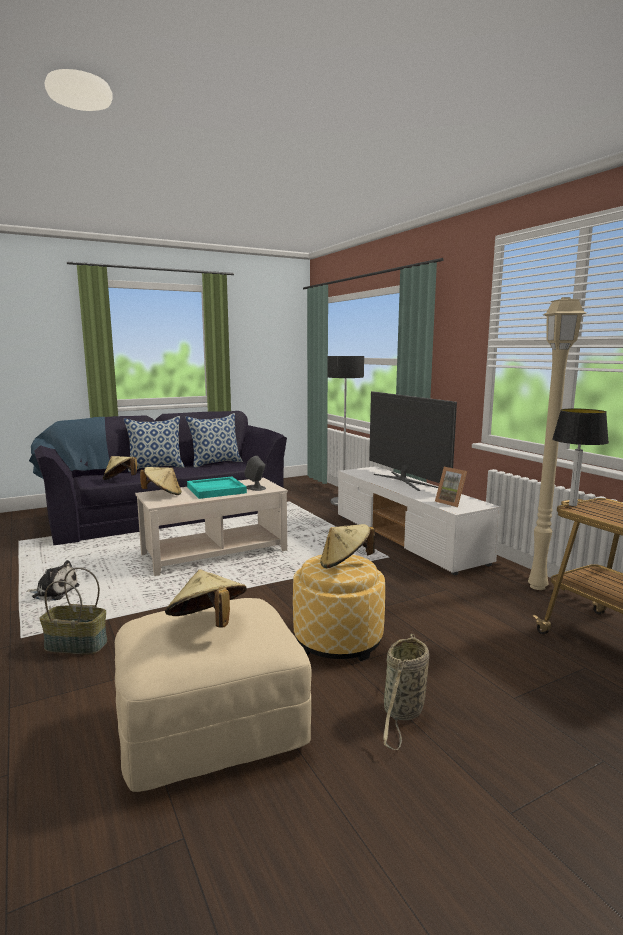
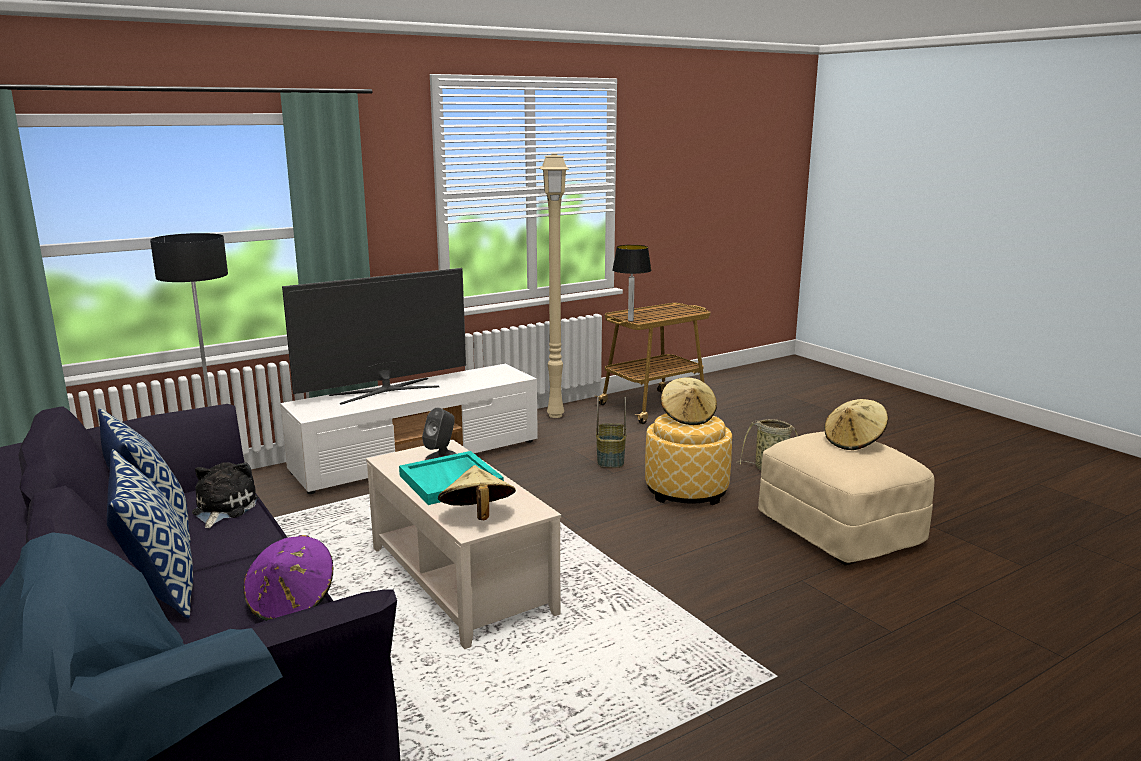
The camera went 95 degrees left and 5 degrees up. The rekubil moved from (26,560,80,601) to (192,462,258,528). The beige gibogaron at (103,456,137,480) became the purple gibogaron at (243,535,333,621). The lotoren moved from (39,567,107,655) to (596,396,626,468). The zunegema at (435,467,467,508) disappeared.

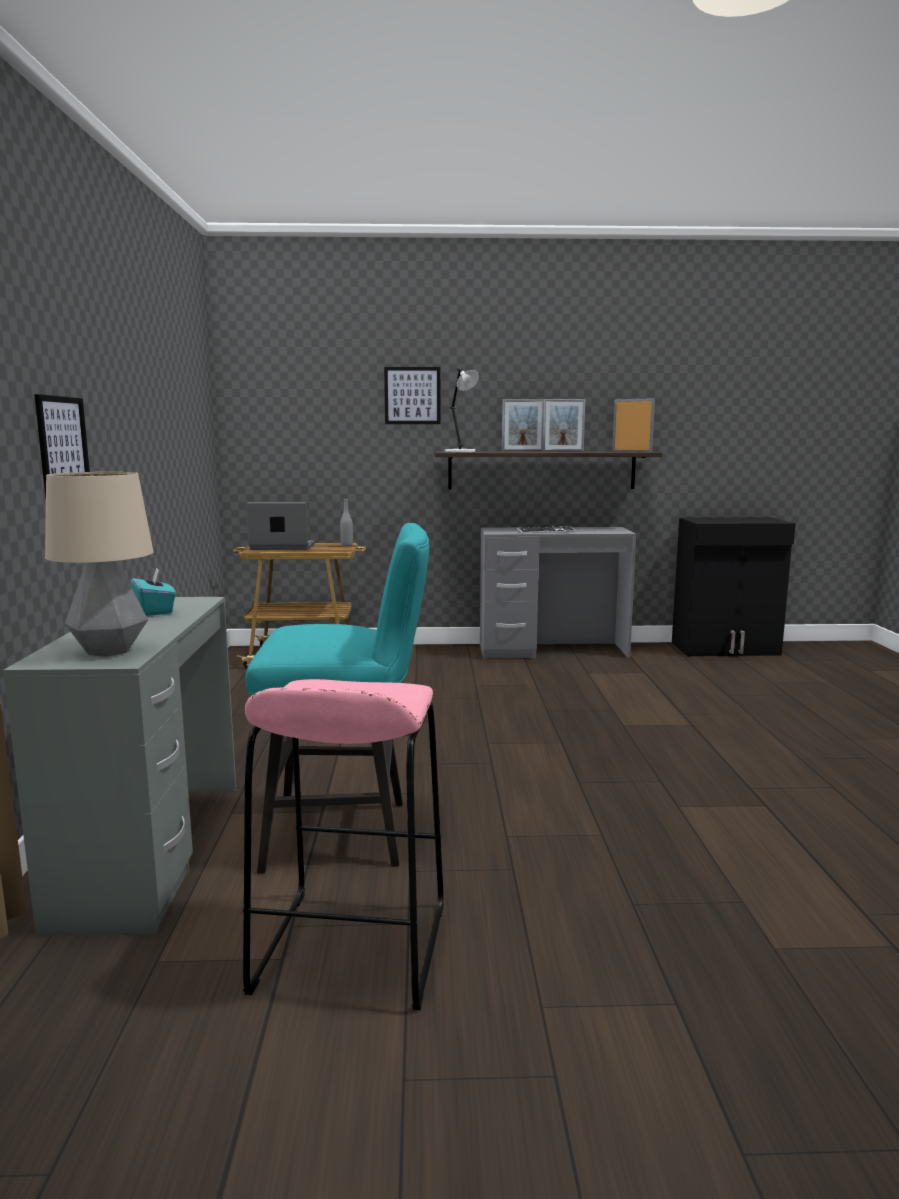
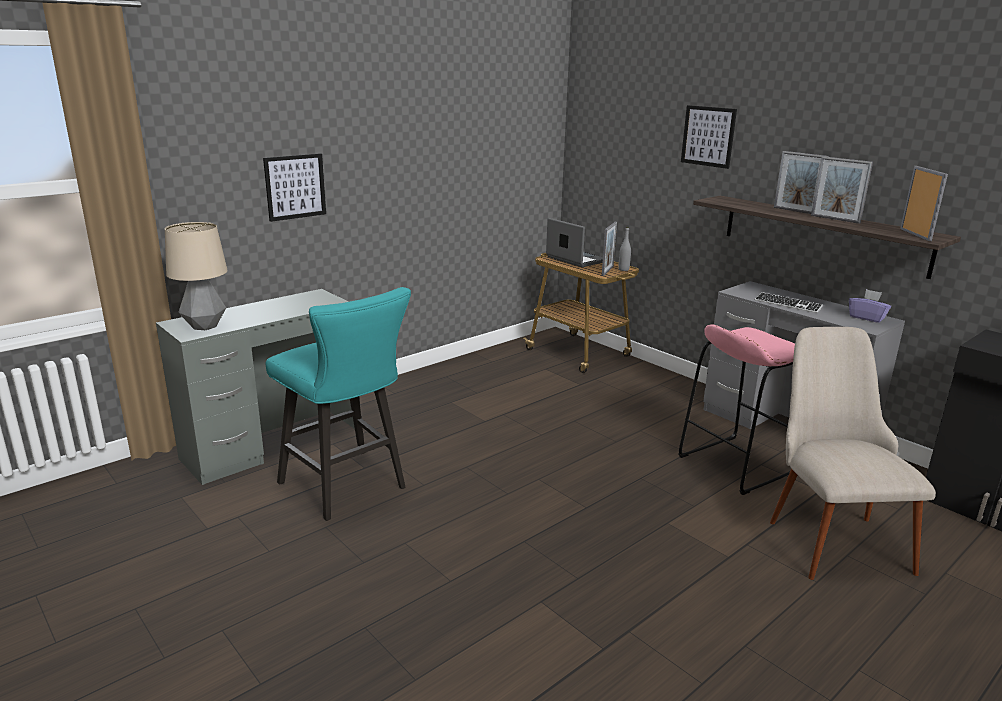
The camera went 50 degrees right and 10 degrees up. The zunegema at (602,222,617,276) appeared. The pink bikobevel moved from (243,679,444,1010) to (678,325,795,495). The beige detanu at (770,327,936,580) appeared. The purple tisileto at (849,289,891,323) appeared. The turquoise tisileto at (131,567,176,616) disappeared. The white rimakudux at (445,368,479,452) disappeared.

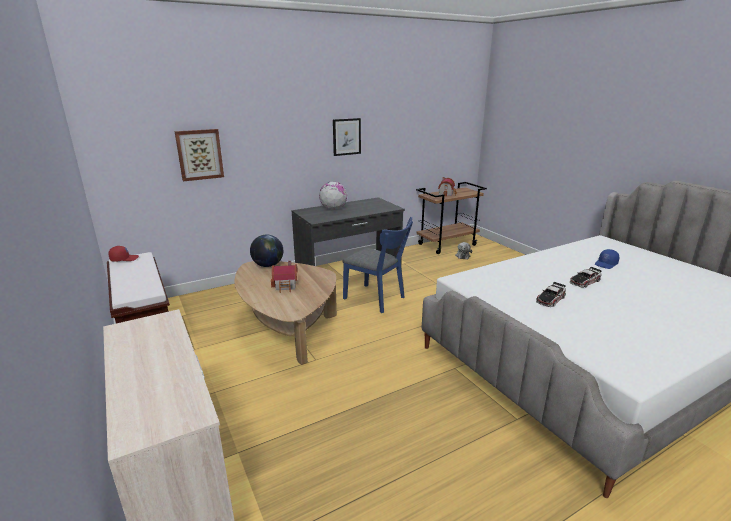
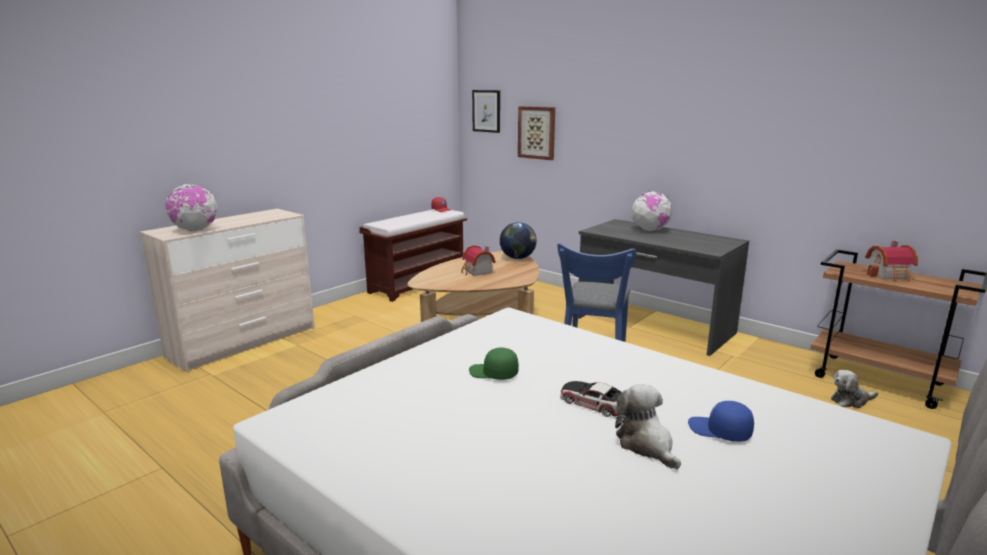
The camera went 70 degrees right and 5 degrees down. The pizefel at (165,184,218,231) appeared. The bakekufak at (536,282,566,307) was replaced by the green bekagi at (469,347,519,380). The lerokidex moved from (333,118,361,156) to (472,90,500,133). The rekubil at (615,384,681,469) appeared.

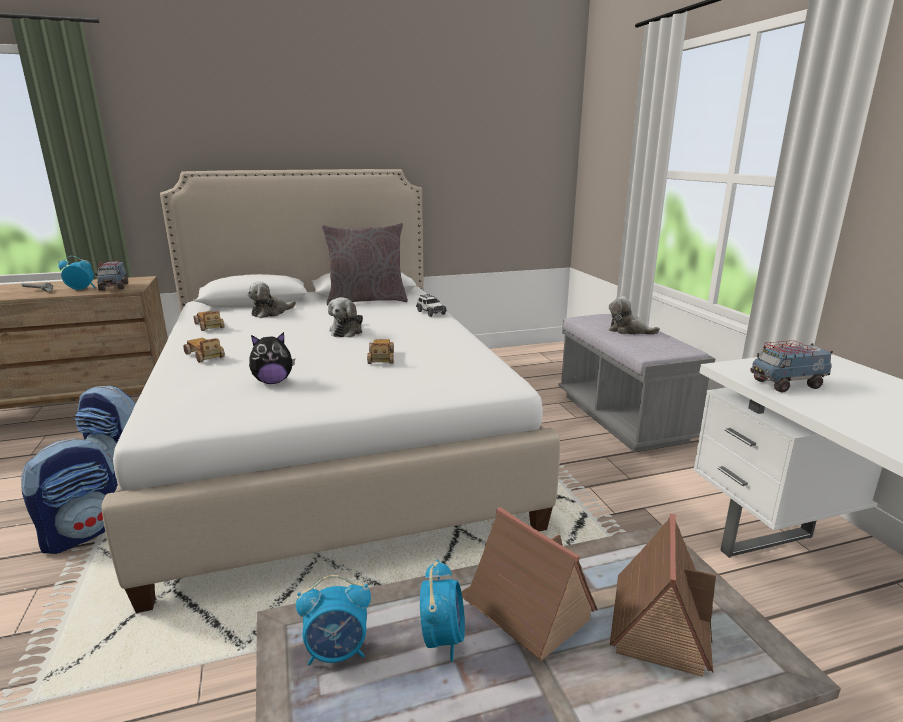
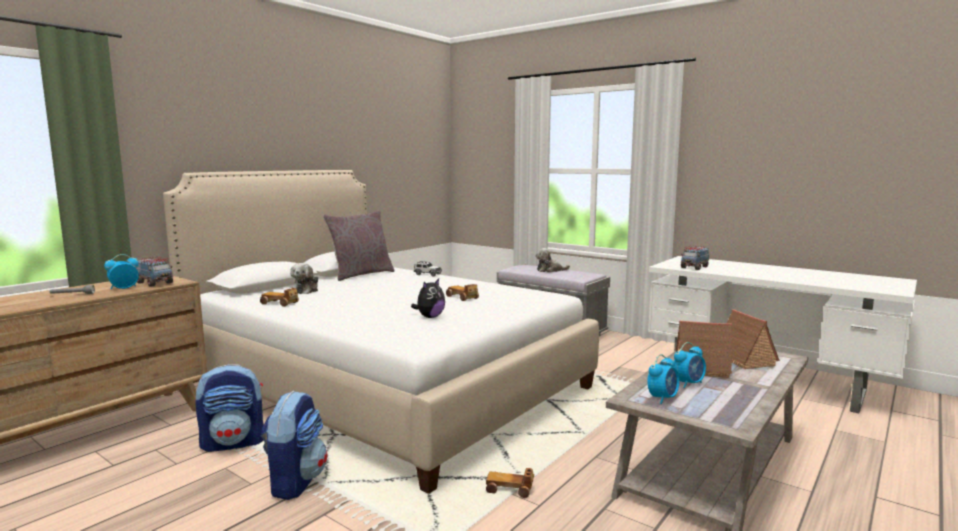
The camera went 35 degrees left and 10 degrees down. The bakekufak moved from (183,338,225,363) to (486,468,534,498). The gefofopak at (420,560,465,662) turned 90 degrees clockwise. The rekubil at (328,297,363,338) disappeared.

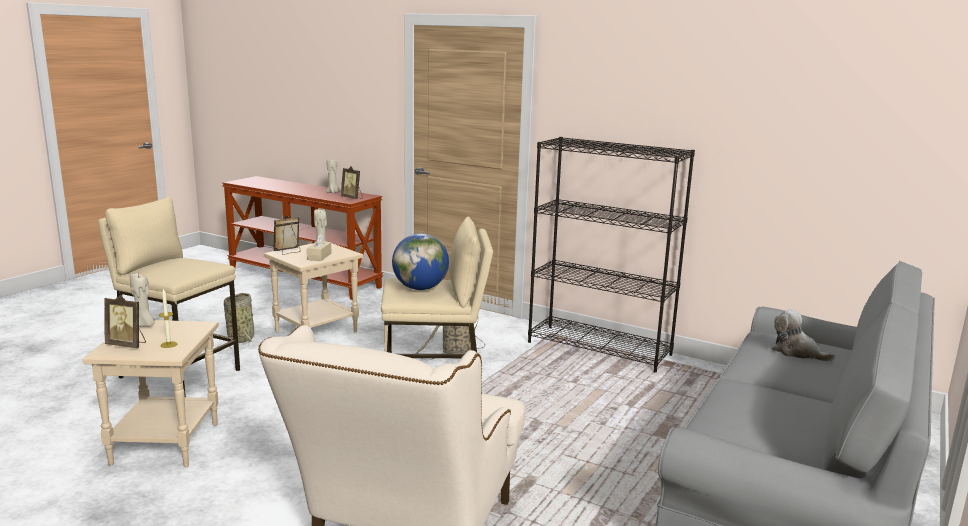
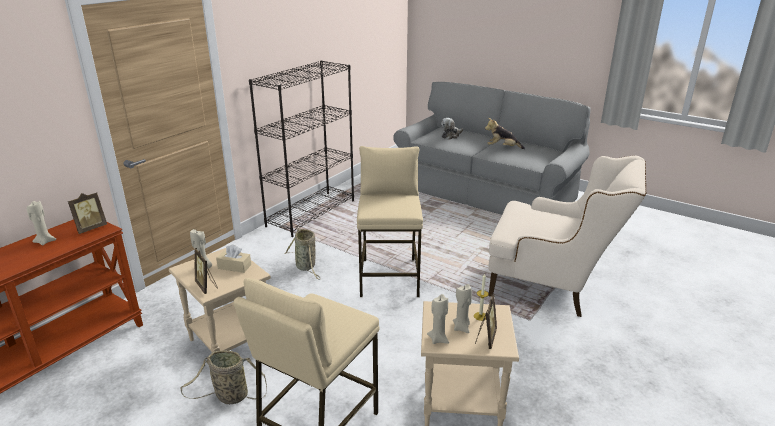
The camera went 85 degrees left and 10 degrees up. The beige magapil at (453,284,472,333) appeared. The rekubil at (485,118,525,149) appeared. The pizefel at (392,233,449,290) disappeared.

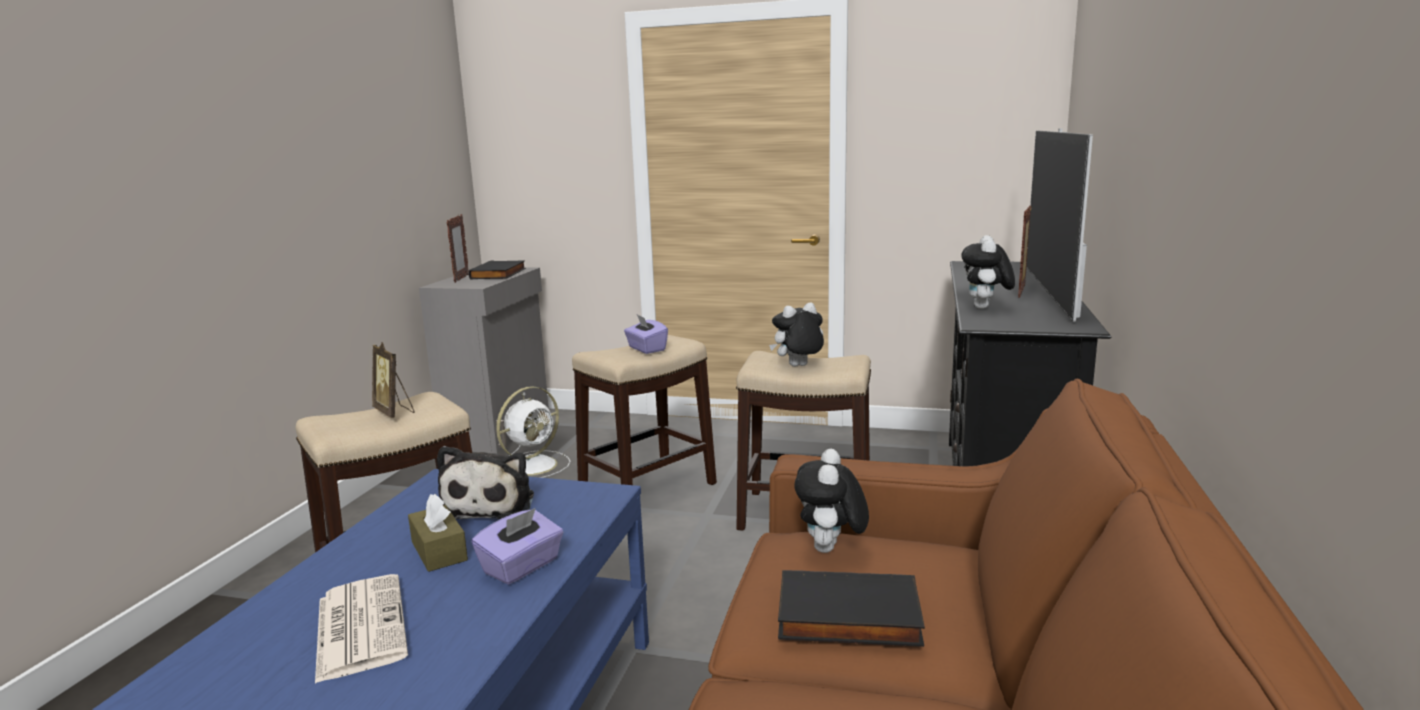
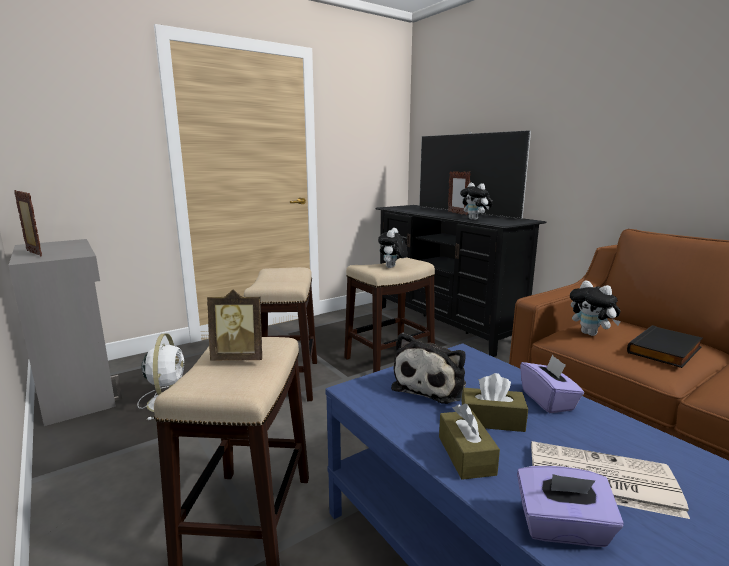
The camera went 50 degrees left and 0 degrees up. The rekubil at (437,446,534,519) turned 75 degrees clockwise. The brown tisileto at (439,403,500,480) appeared. The purple tisileto moved from (624,315,668,354) to (517,466,624,547). The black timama at (469,260,526,279) disappeared.

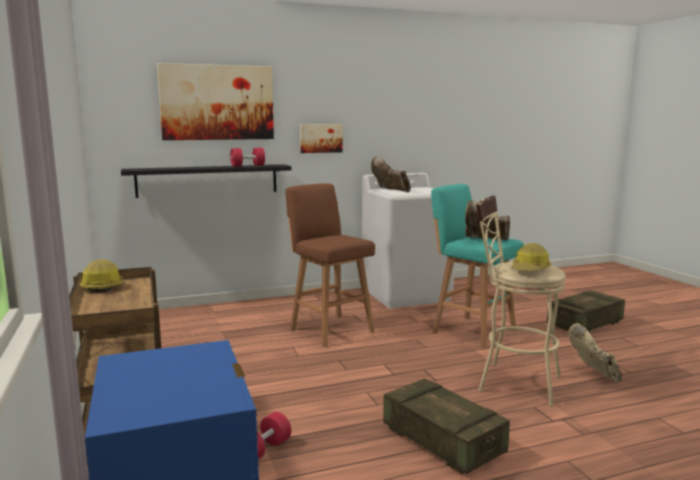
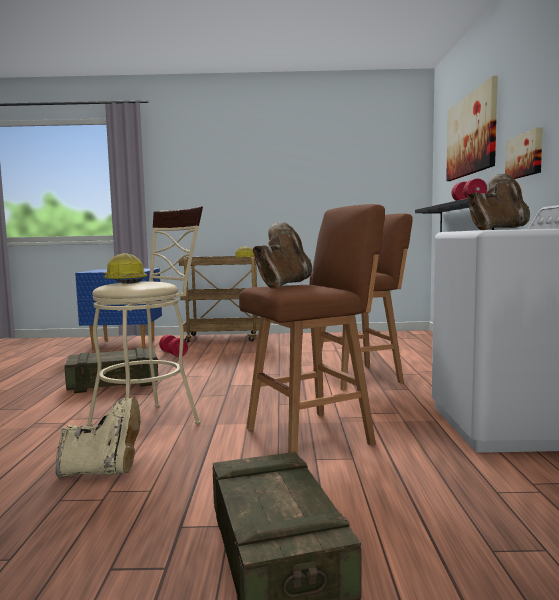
The camera went 110 degrees right and 5 degrees down. The turquoise bikobevel at (431,184,524,349) became the brown bikobevel at (239,204,385,453).

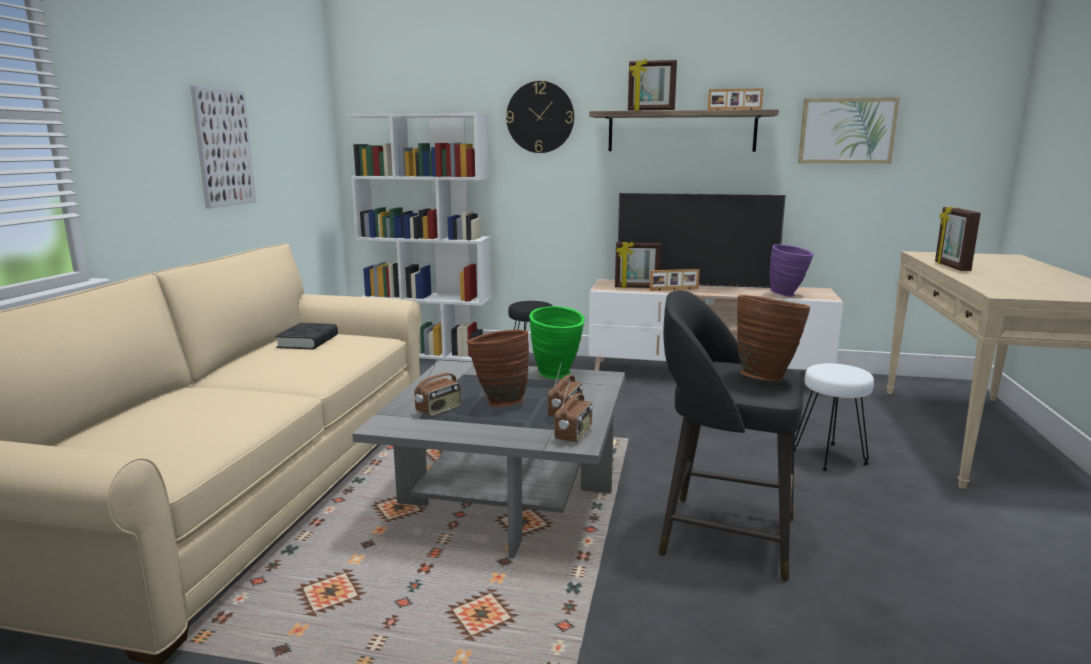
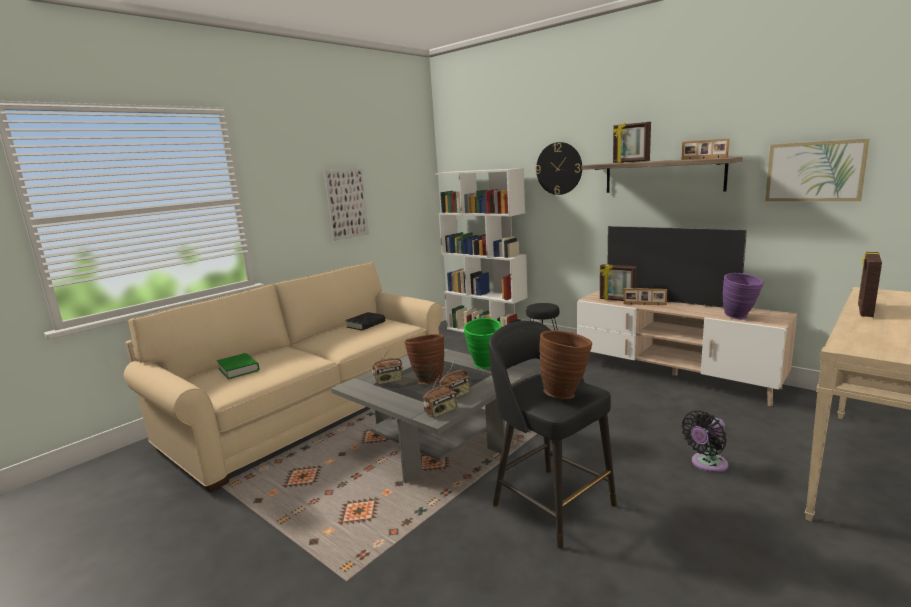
The camera went 30 degrees right and 0 degrees up. The green timama at (217,353,260,379) appeared. The white bikobevel at (794,363,874,471) was replaced by the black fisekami at (682,411,728,473).

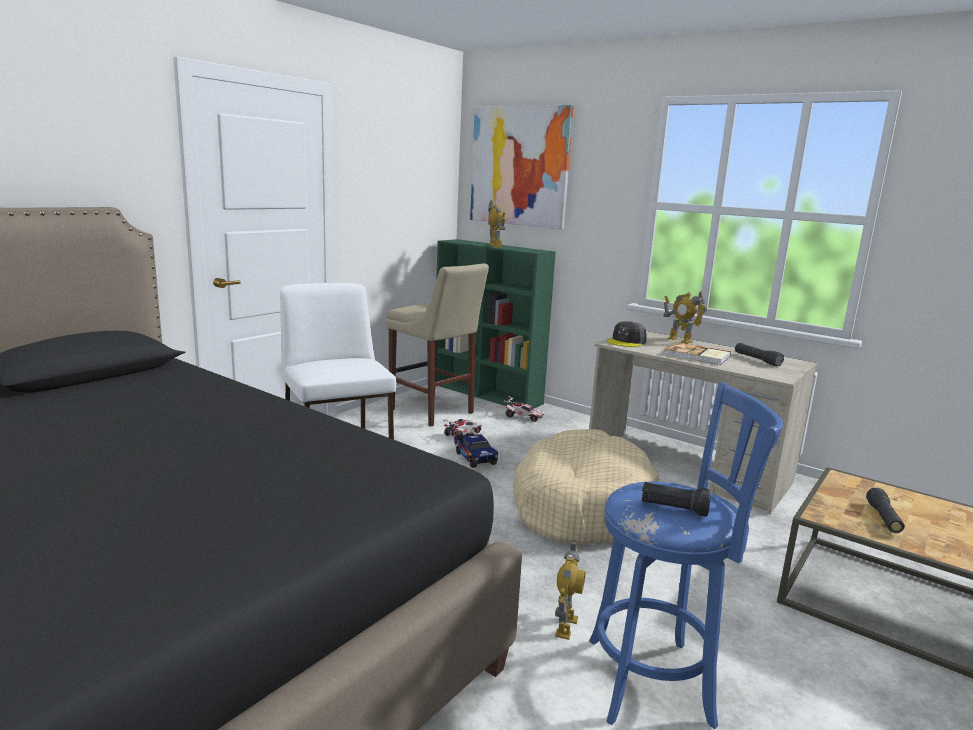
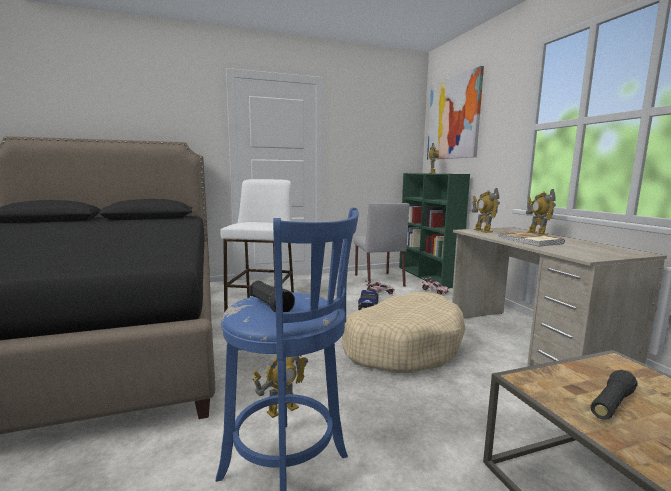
The camera went 35 degrees right and 5 degrees down. The beige bikobevel at (386,263,489,426) was replaced by the grey detanu at (354,203,409,287). The grey bekagi at (607,321,647,347) was replaced by the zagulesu at (472,188,500,233). The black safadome at (735,343,784,366) disappeared.

